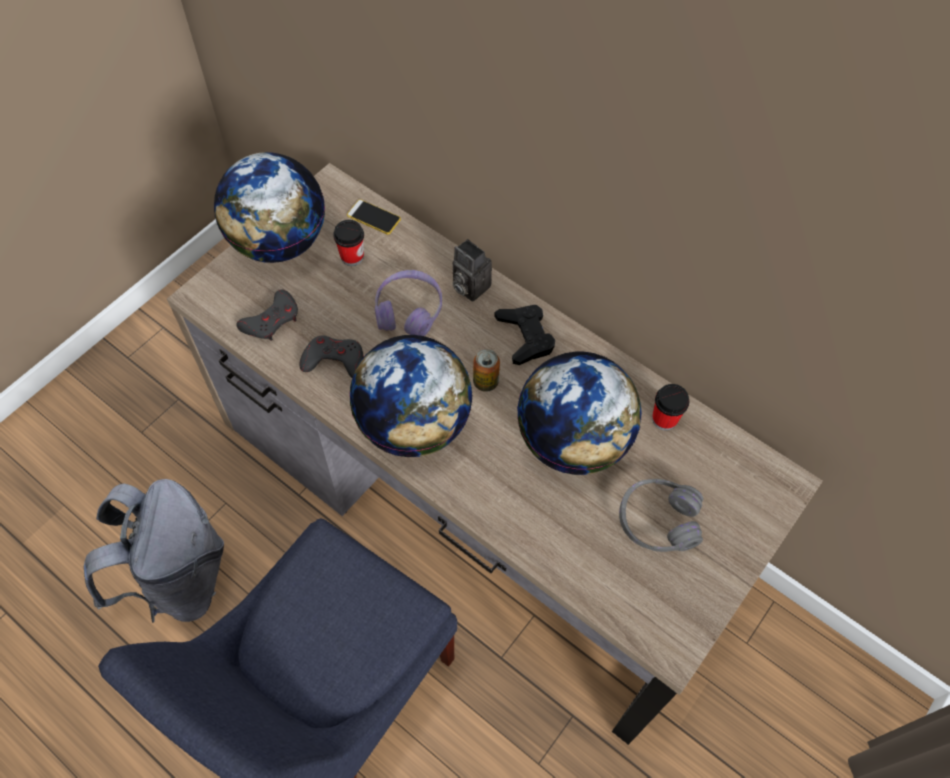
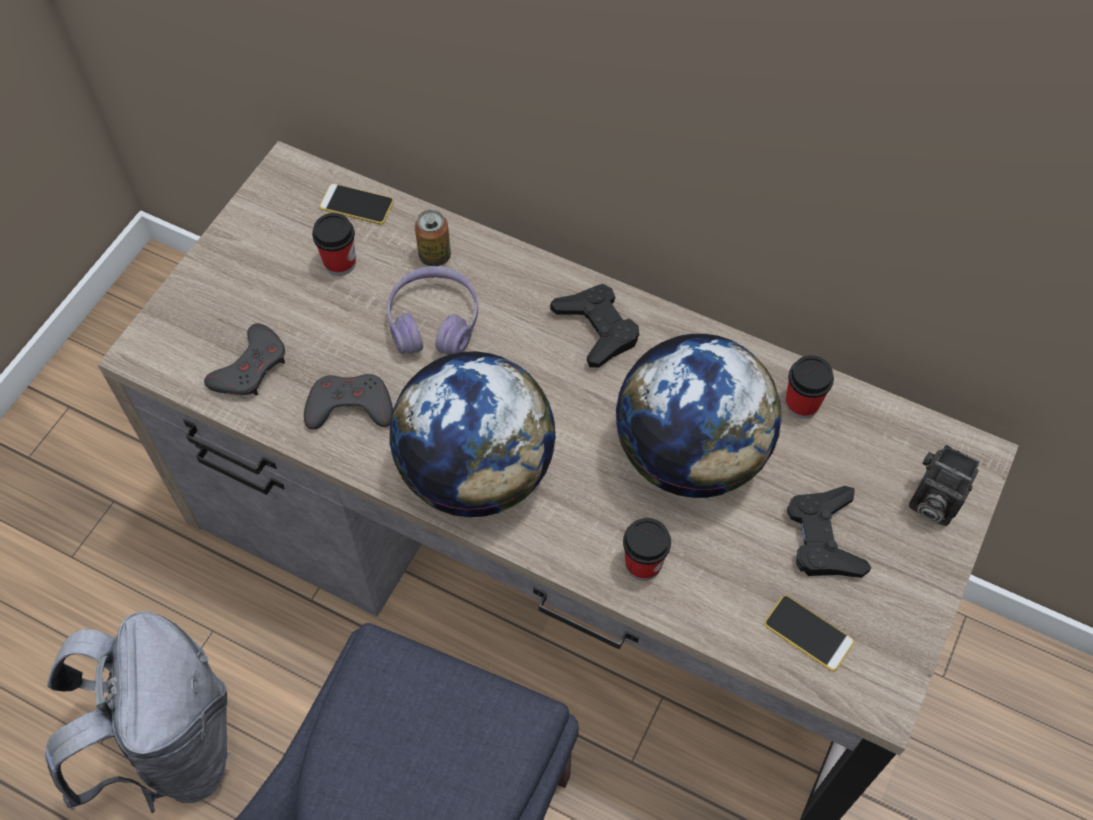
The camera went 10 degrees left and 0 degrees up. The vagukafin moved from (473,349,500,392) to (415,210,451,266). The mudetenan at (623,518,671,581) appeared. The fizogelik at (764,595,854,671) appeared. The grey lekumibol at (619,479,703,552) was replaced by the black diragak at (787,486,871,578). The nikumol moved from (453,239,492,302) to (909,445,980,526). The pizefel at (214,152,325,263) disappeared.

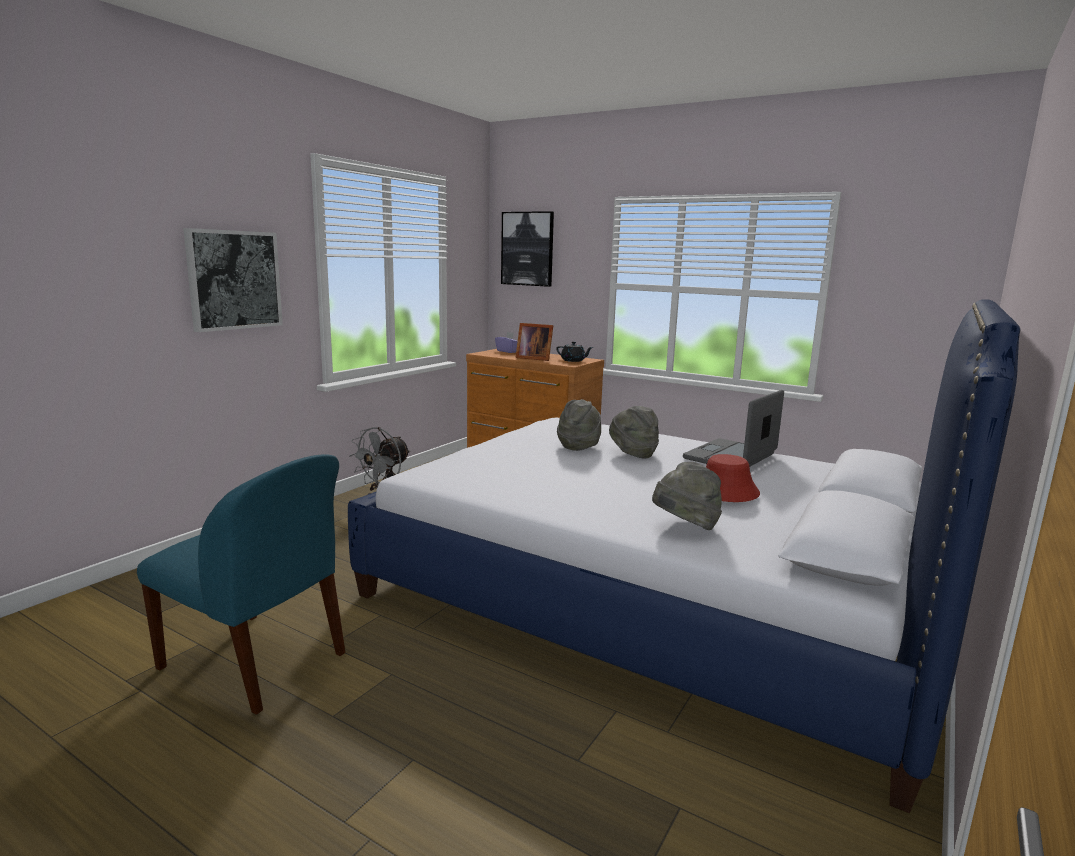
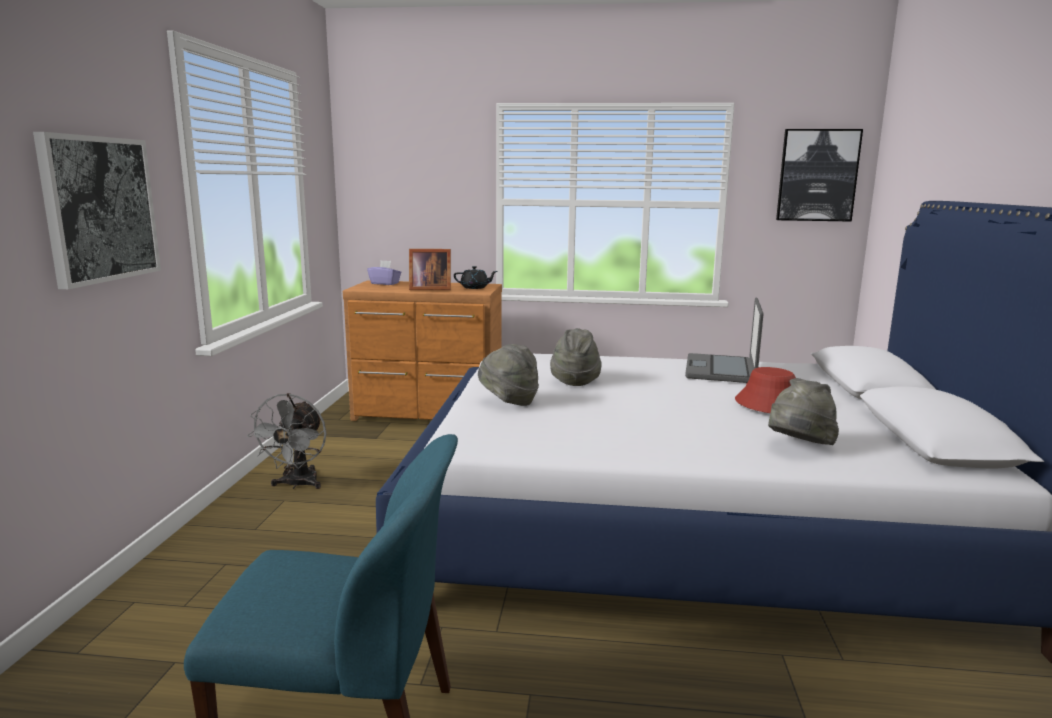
The camera went 25 degrees left and 0 degrees up. The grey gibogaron moved from (609,406,659,458) to (478,344,539,406). The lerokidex moved from (501,211,554,287) to (776,129,863,222).

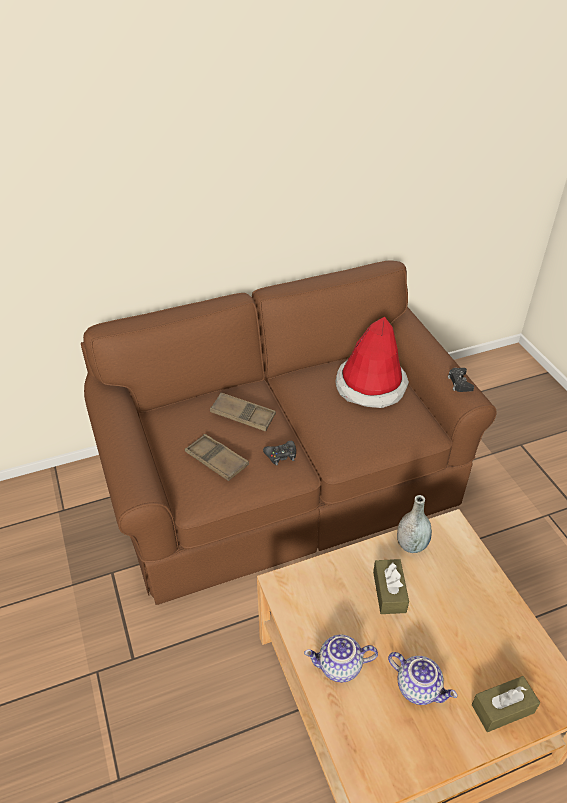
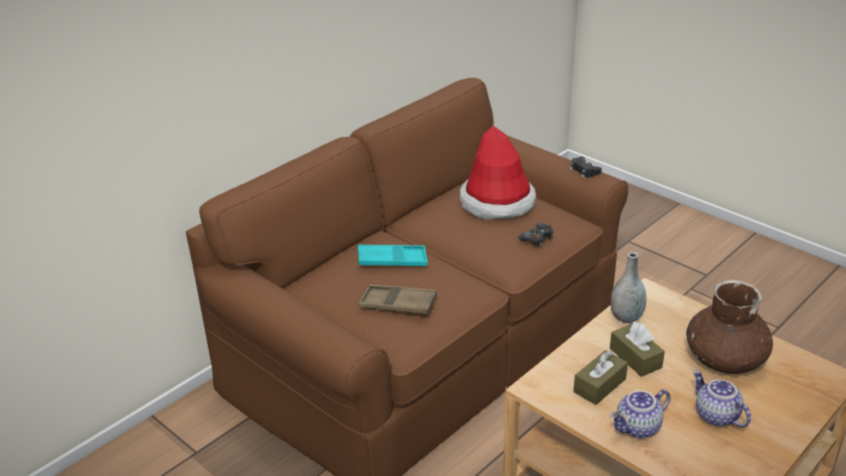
The camera went 25 degrees left and 10 degrees down. The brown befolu at (210,392,276,432) became the turquoise befolu at (358,245,428,266). The black diragak moved from (263,441,296,465) to (518,223,553,246). The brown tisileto moved from (472,676,540,732) to (573,350,628,405). The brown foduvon at (686,280,773,374) appeared. The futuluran at (388,652,457,705) turned 135 degrees counterclockwise.

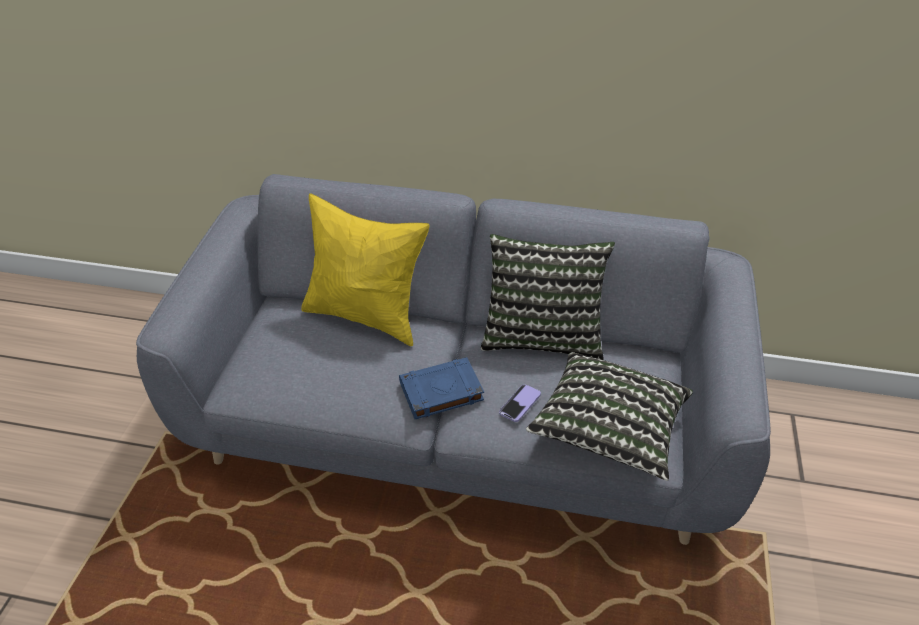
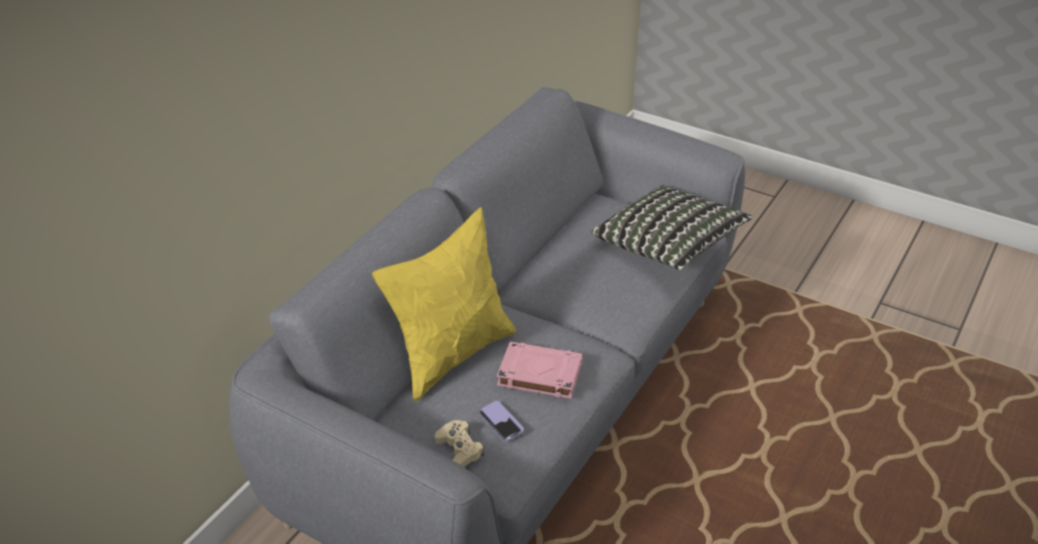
The camera went 70 degrees left and 5 degrees down. The beige diragak at (435,420,484,467) appeared. The fizogelik moved from (499,384,541,422) to (479,401,524,442). The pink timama at (497,342,583,399) appeared. The blue timama at (399,357,484,419) disappeared. The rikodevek at (481,234,615,360) disappeared.

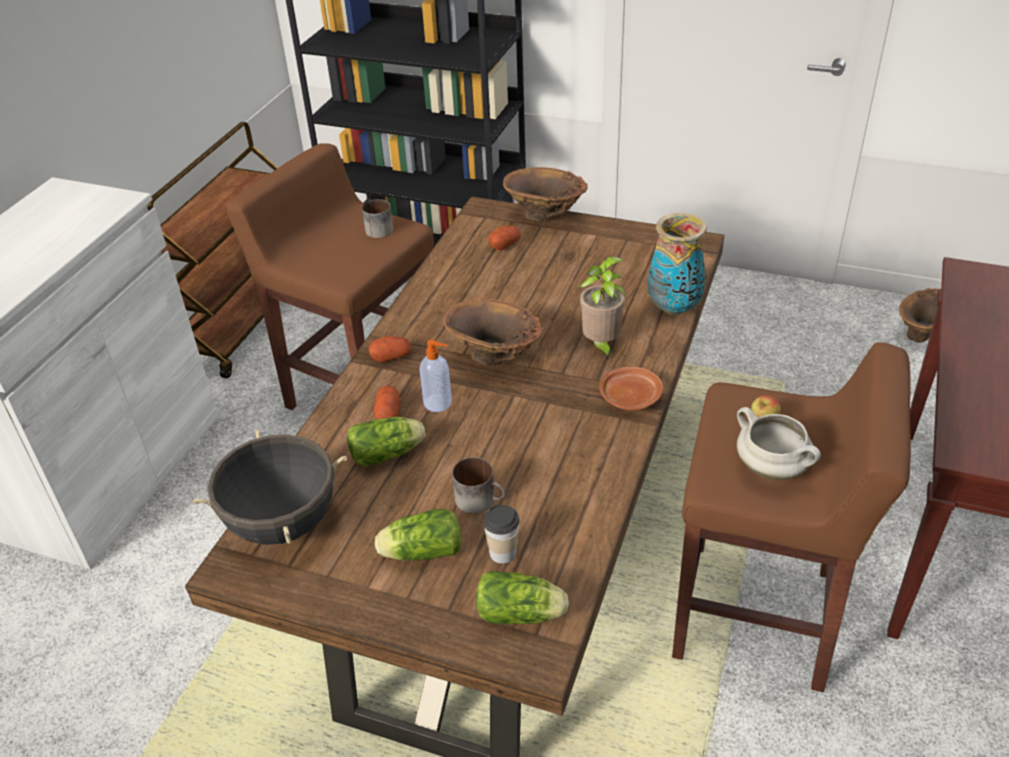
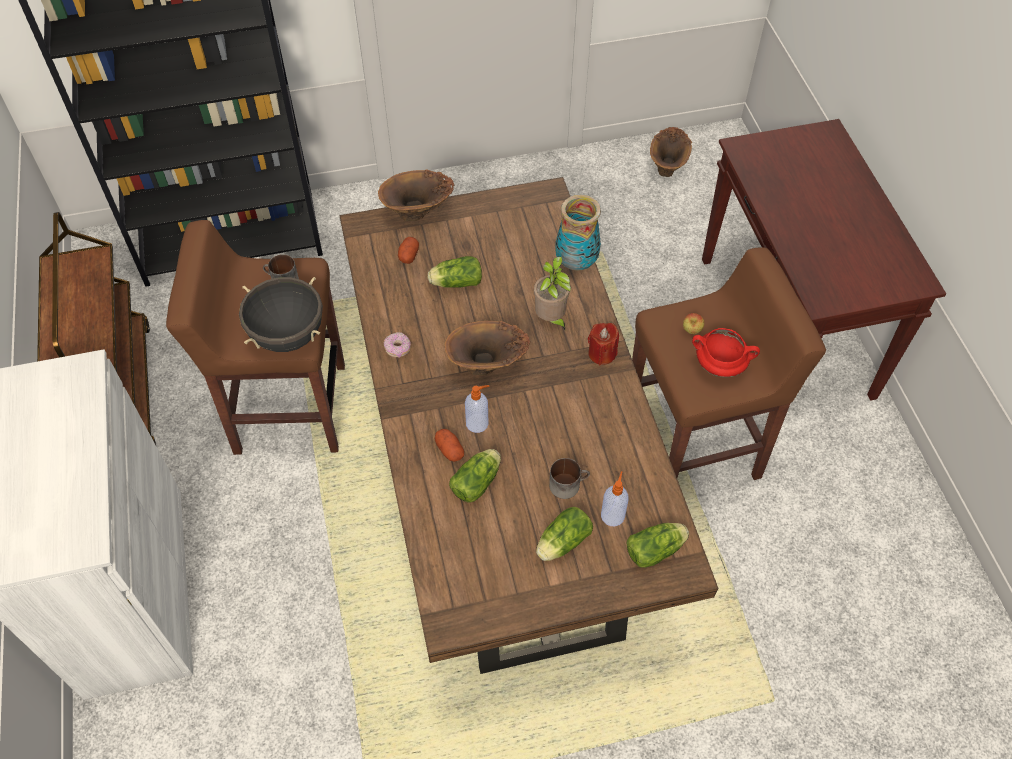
The camera went 35 degrees left and 15 degrees up. The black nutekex moved from (192,429,347,545) to (239,277,323,352). The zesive at (384,332,411,358) appeared. The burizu at (428,256,482,288) appeared. The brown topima at (599,366,663,410) was replaced by the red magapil at (588,323,619,366). The mudetenan at (483,505,519,564) was replaced by the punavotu at (601,471,629,526). The white nutekex at (737,407,821,480) became the red nutekex at (692,328,760,377). The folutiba at (368,336,412,362) disappeared.

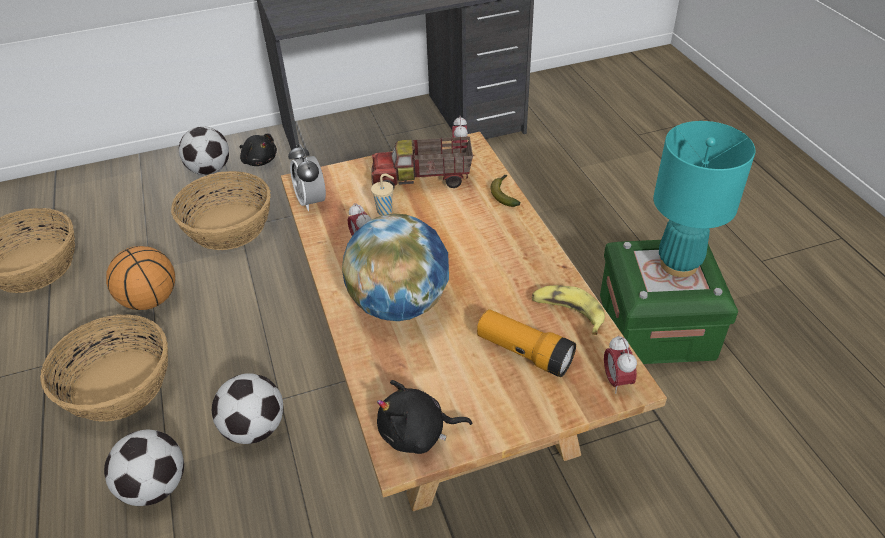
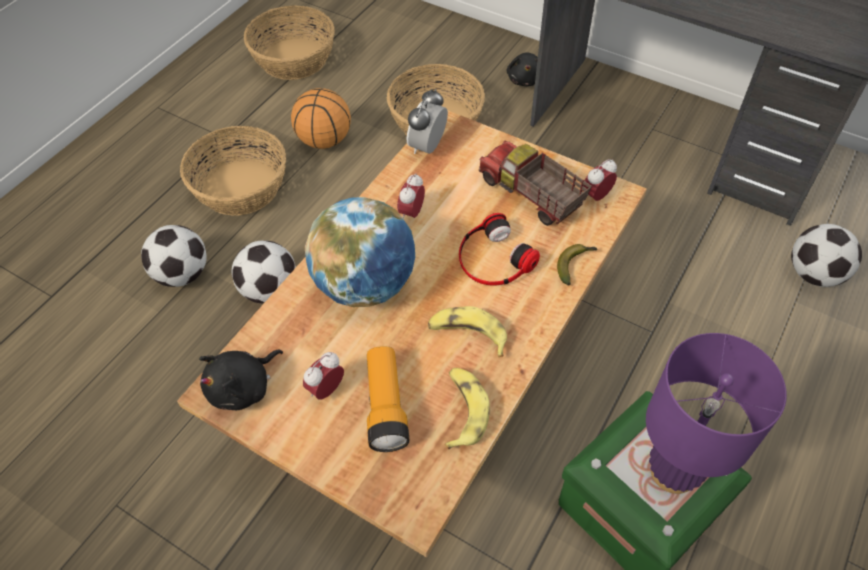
The camera went 50 degrees right and 10 degrees up. The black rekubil at (377,380,472,454) turned 90 degrees counterclockwise. The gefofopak moved from (604,335,637,394) to (303,352,344,399). The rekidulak at (428,306,507,357) appeared. The lekumibol at (459,213,540,285) appeared. The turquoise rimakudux at (653,121,755,277) became the purple rimakudux at (646,333,787,494). The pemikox moved from (179,126,229,175) to (791,224,862,287). The beige mudetenan at (371,174,394,215) disappeared.

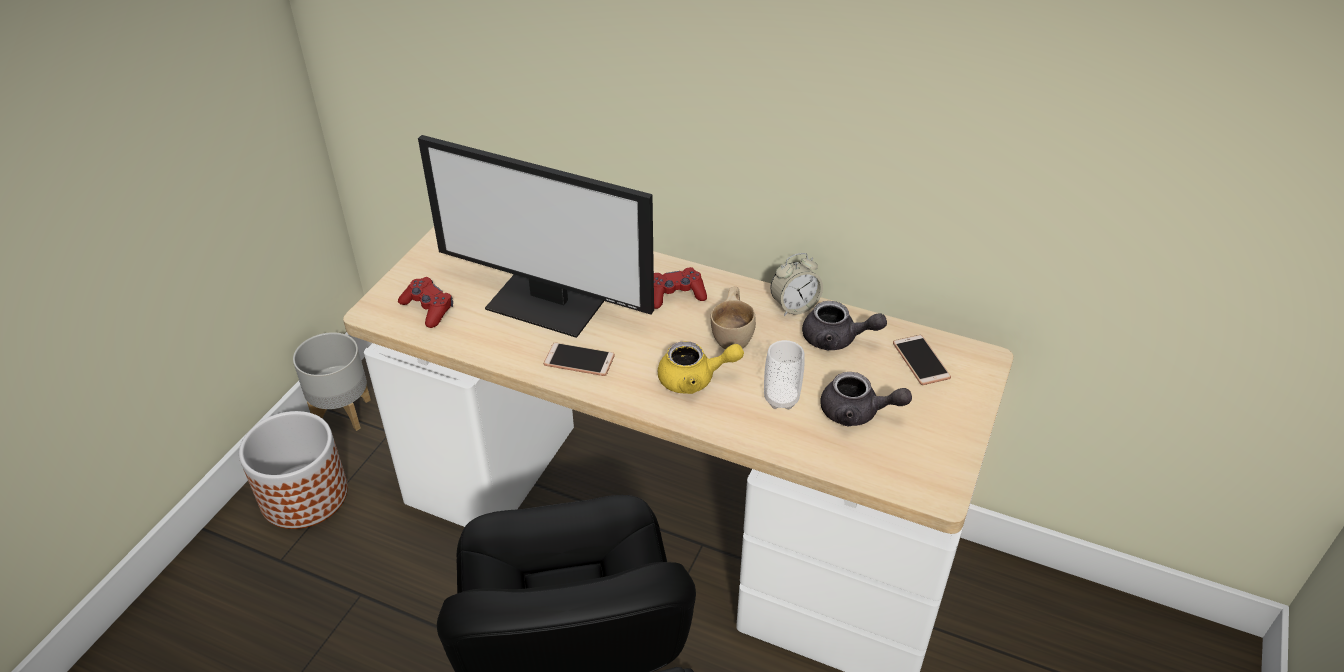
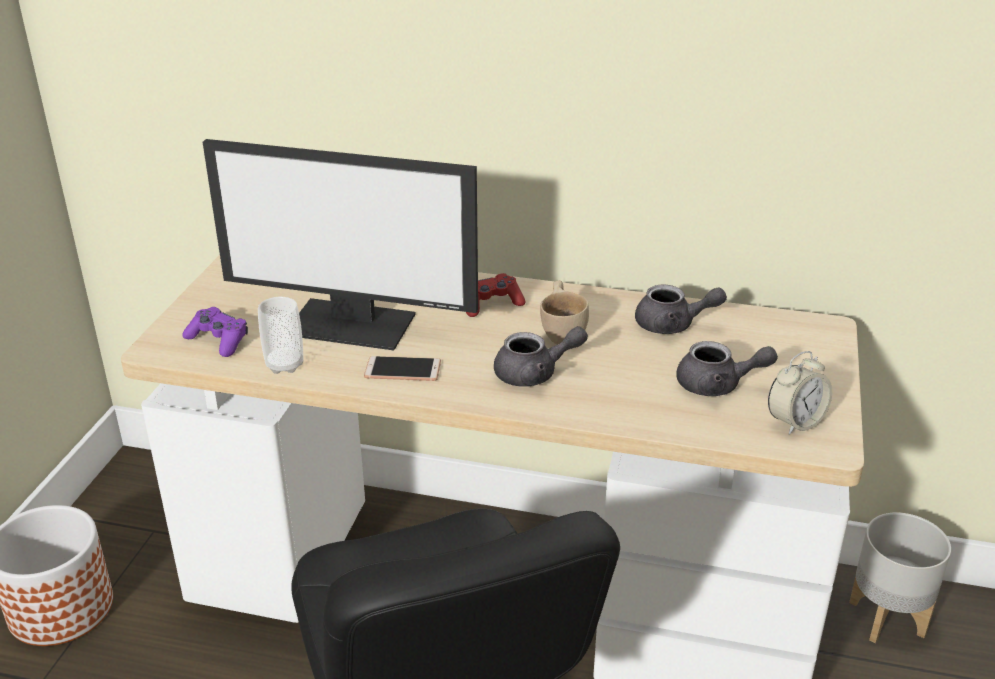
The camera went 10 degrees left and 10 degrees down. The red diragak at (398,277,453,328) became the purple diragak at (182,307,248,357). The mudetenan moved from (764,340,805,409) to (258,297,303,374). The yellow futuluran at (658,341,744,394) became the grey futuluran at (494,326,588,387). The gefofopak moved from (770,253,823,316) to (768,351,832,435). The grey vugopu moved from (293,332,371,431) to (849,512,951,643). The fizogelik at (893,335,951,385) disappeared.

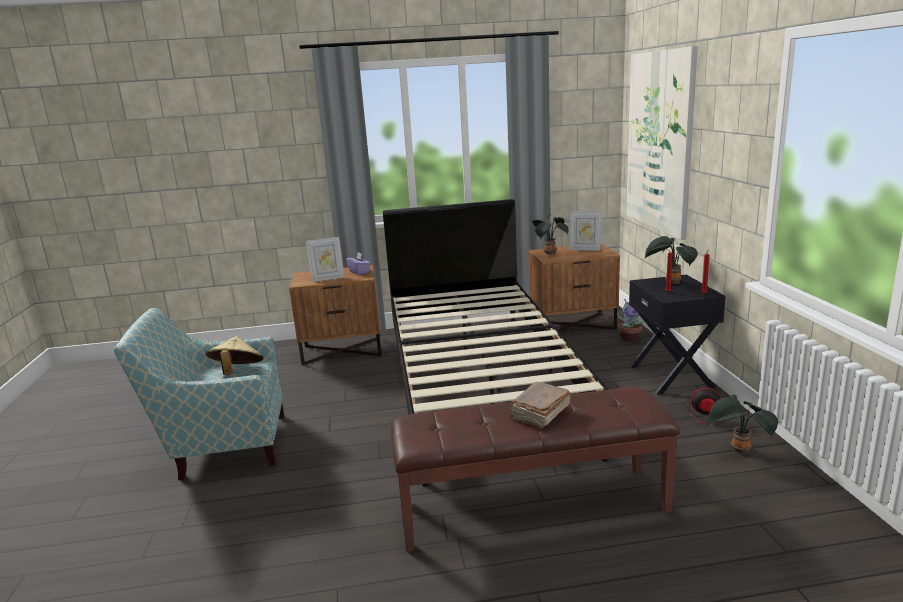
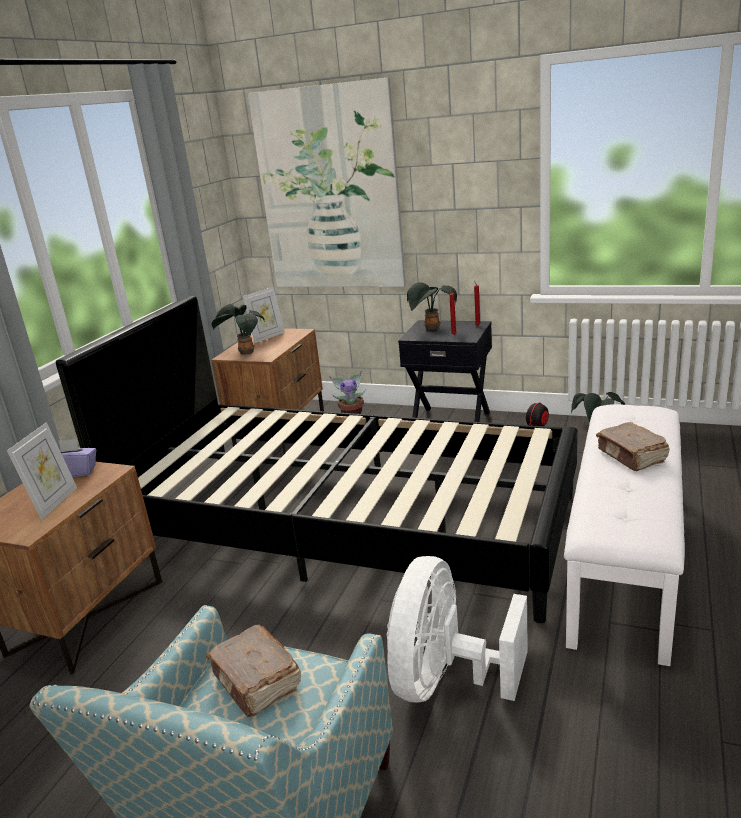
The camera went 60 degrees left and 5 degrees up. The beige gibogaron at (205,336,264,375) was replaced by the brown timama at (205,625,301,717). The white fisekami at (387,556,528,703) appeared. The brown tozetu at (391,387,680,552) became the white tozetu at (564,404,685,666).

